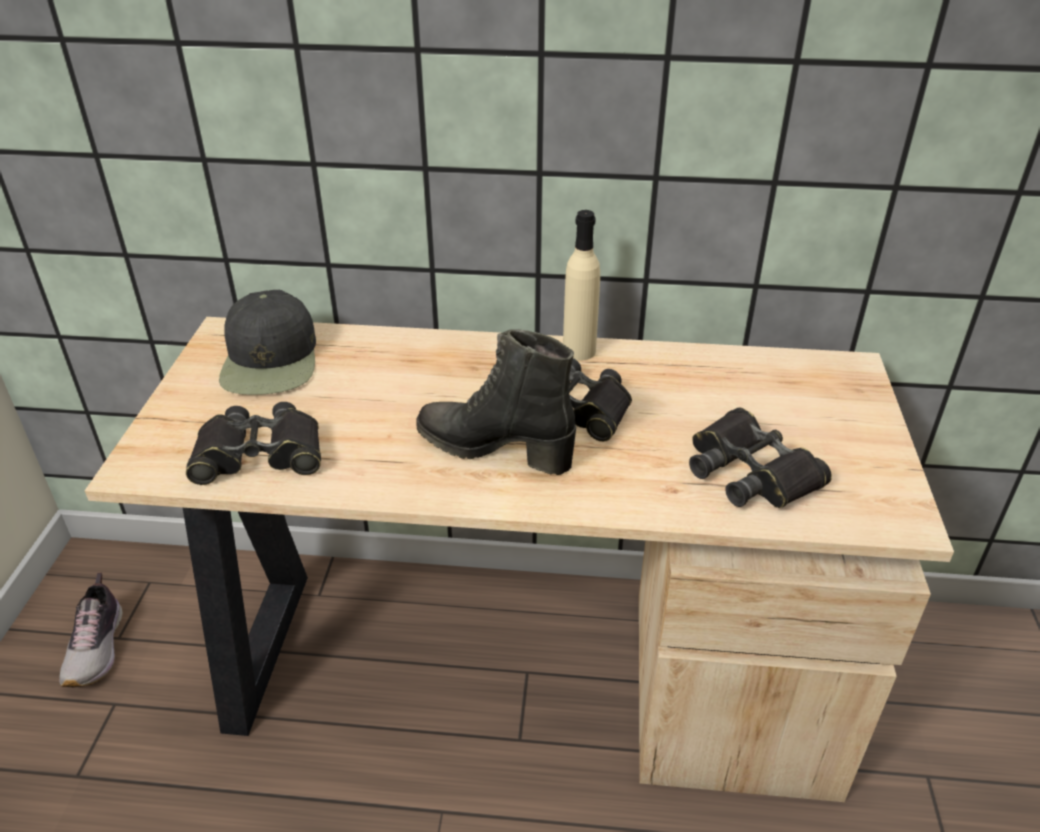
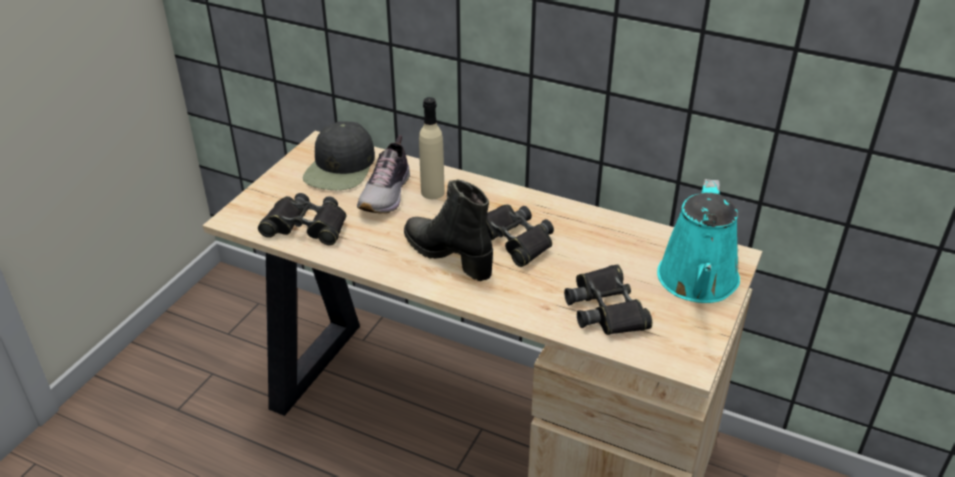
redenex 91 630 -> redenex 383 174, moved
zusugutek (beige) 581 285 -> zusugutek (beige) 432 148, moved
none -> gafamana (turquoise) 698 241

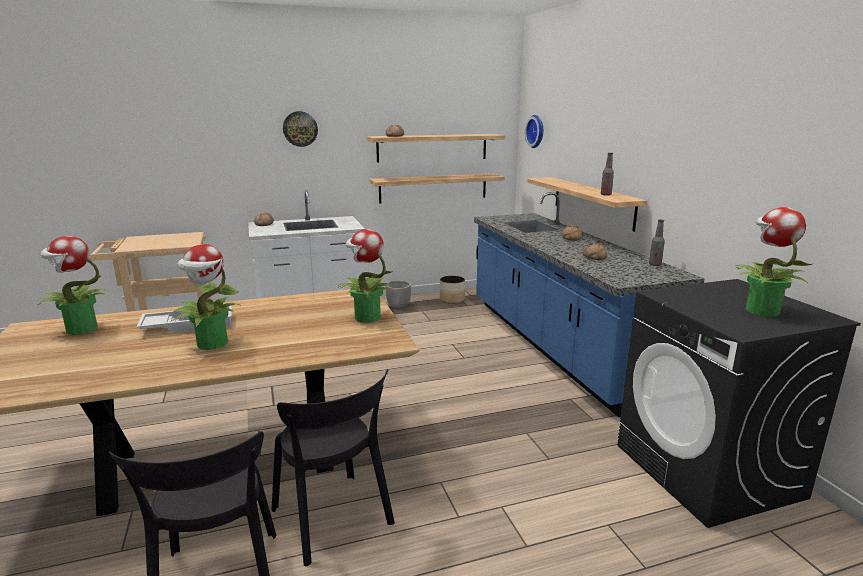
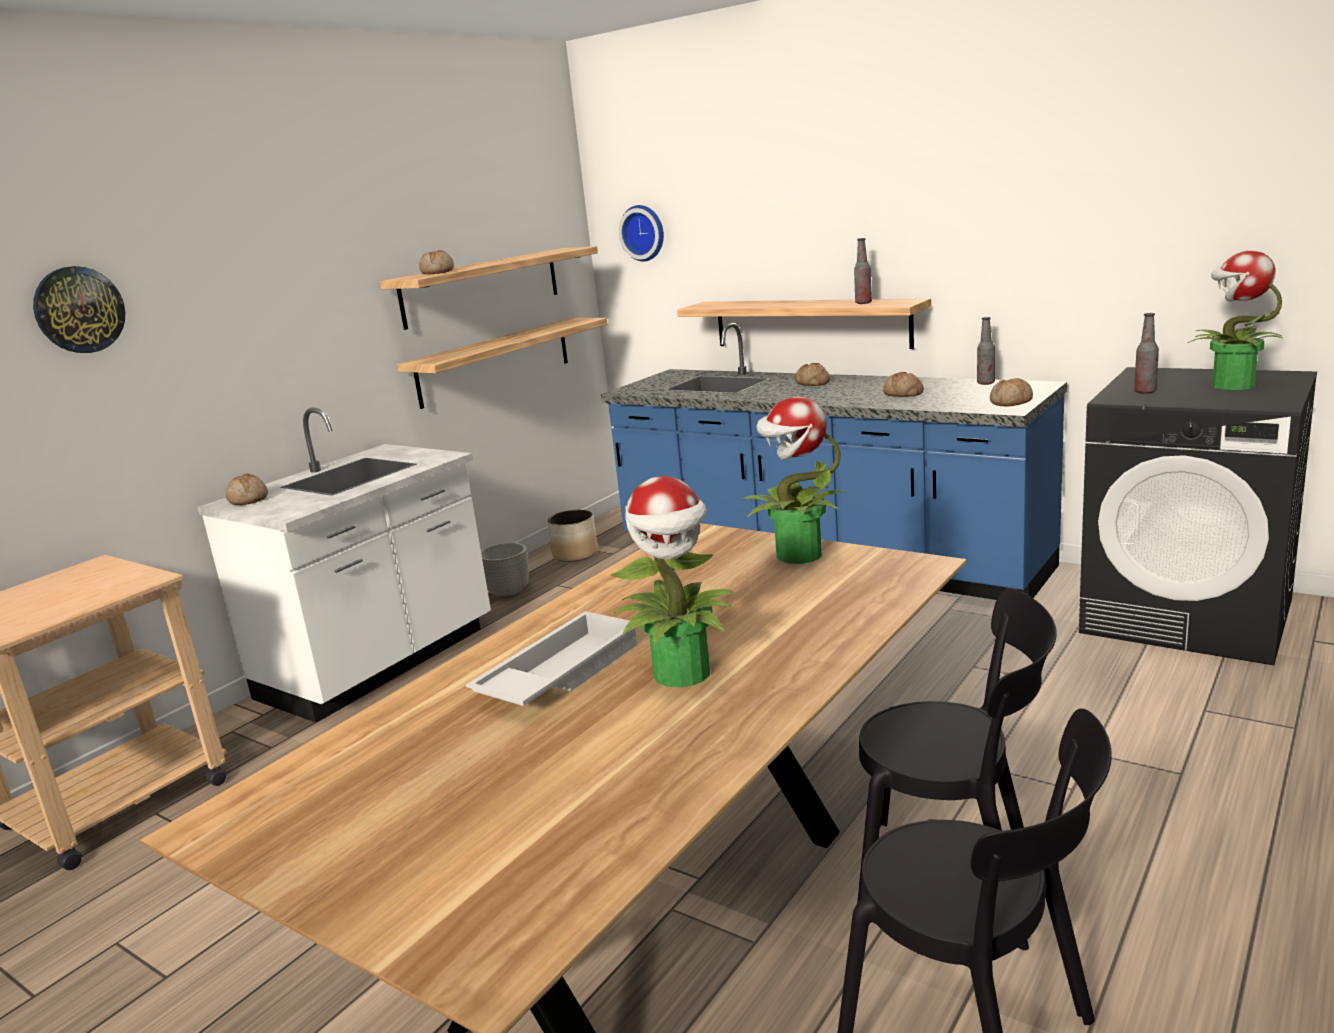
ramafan 300 129 -> ramafan 79 309, moved
none -> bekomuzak 1011 392
none -> zusugutek 1146 353
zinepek 73 285 -> none

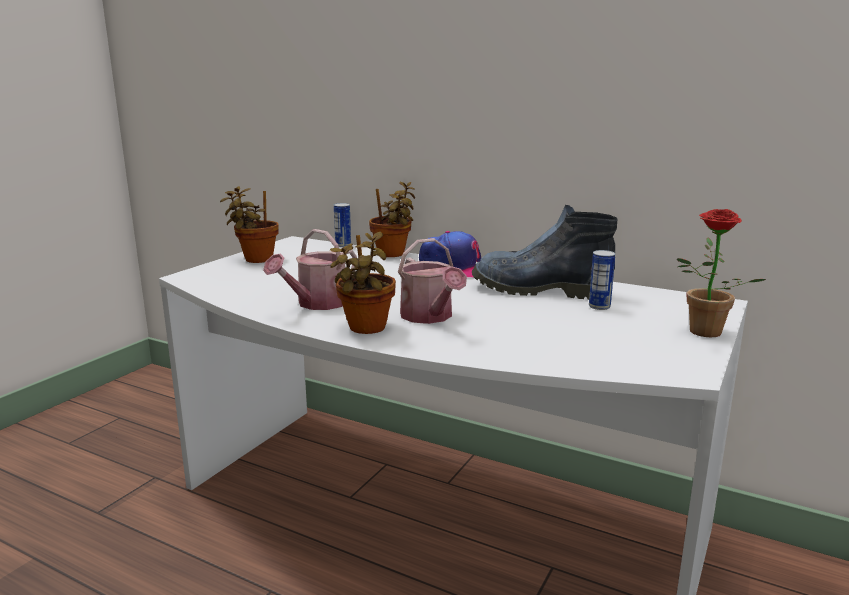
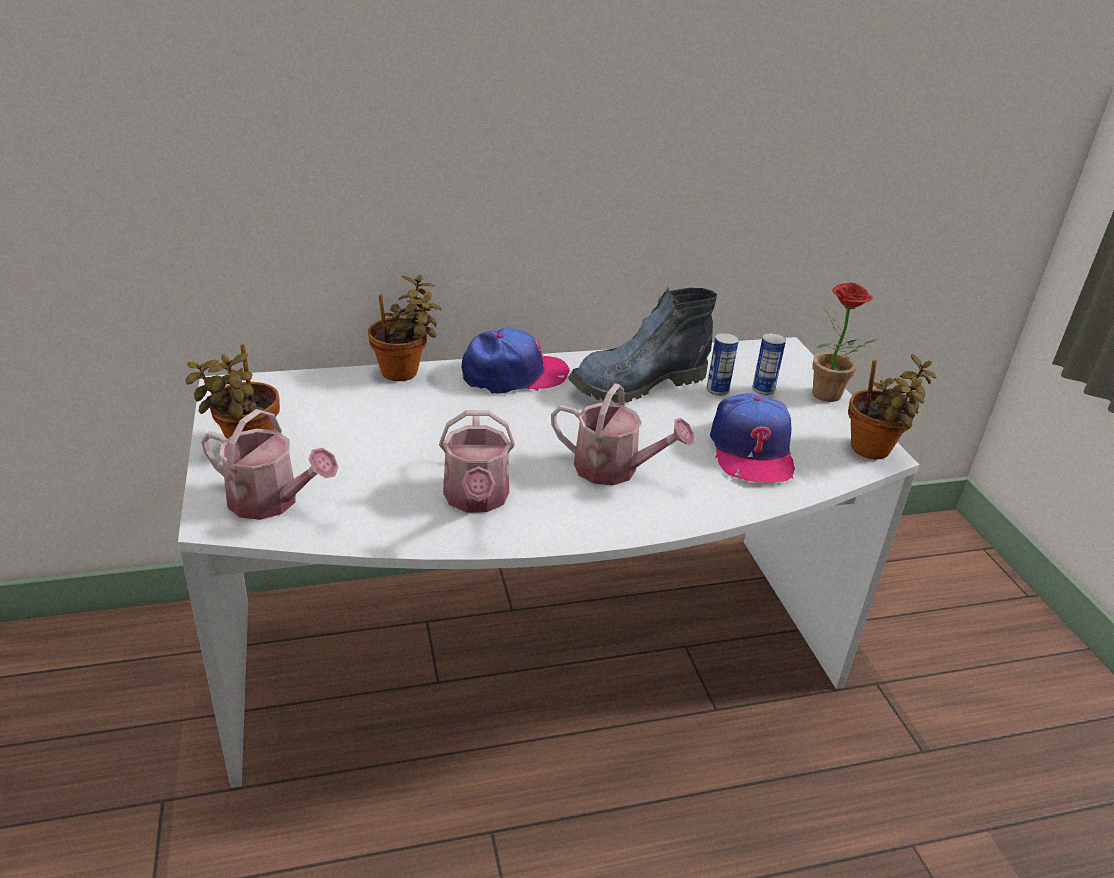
none -> gafamana 269 464
none -> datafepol 752 438
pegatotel 342 225 -> pegatotel 769 364, moved
zinepek 363 283 -> zinepek 892 406, moved

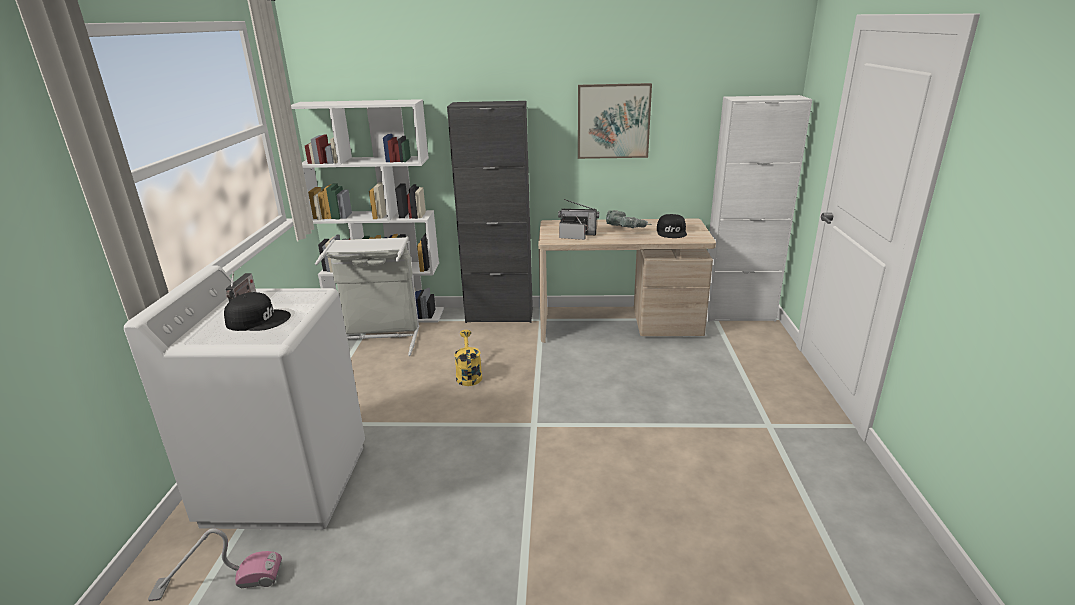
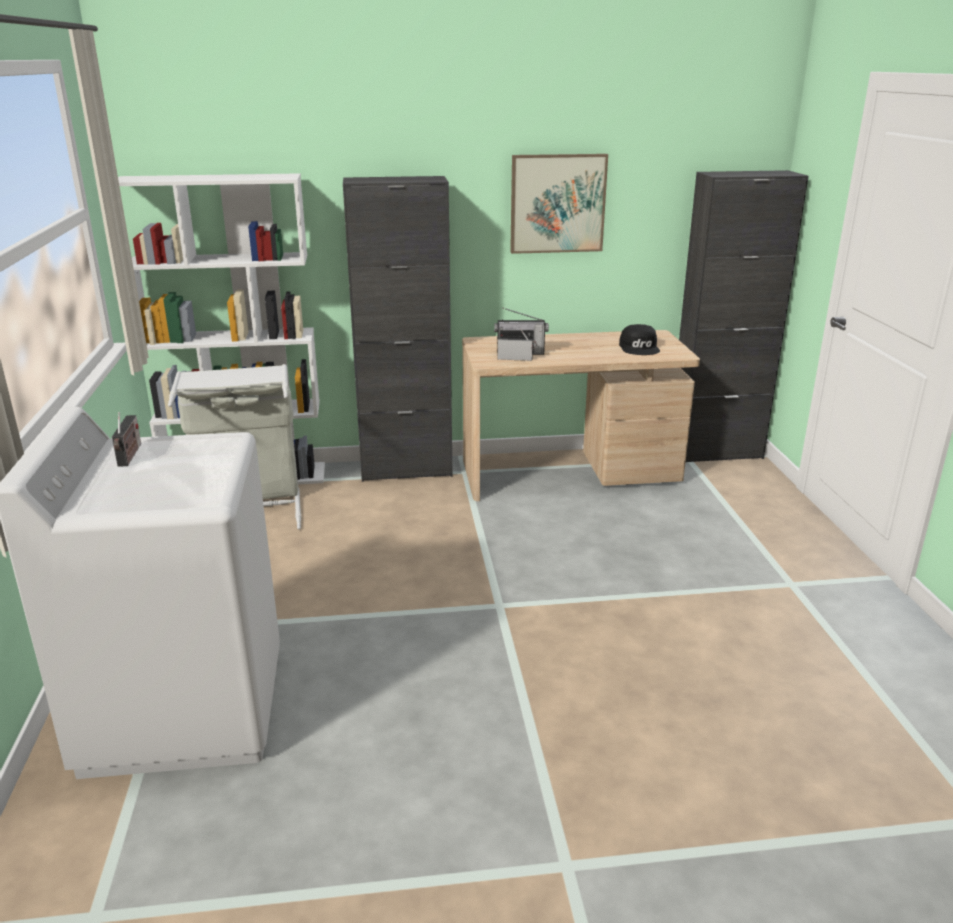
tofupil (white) 759 208 -> tofupil (black) 744 316
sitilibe 215 564 -> none
datafepol (black) 257 311 -> none
gafamana (yellow) 468 358 -> none
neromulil 629 219 -> none

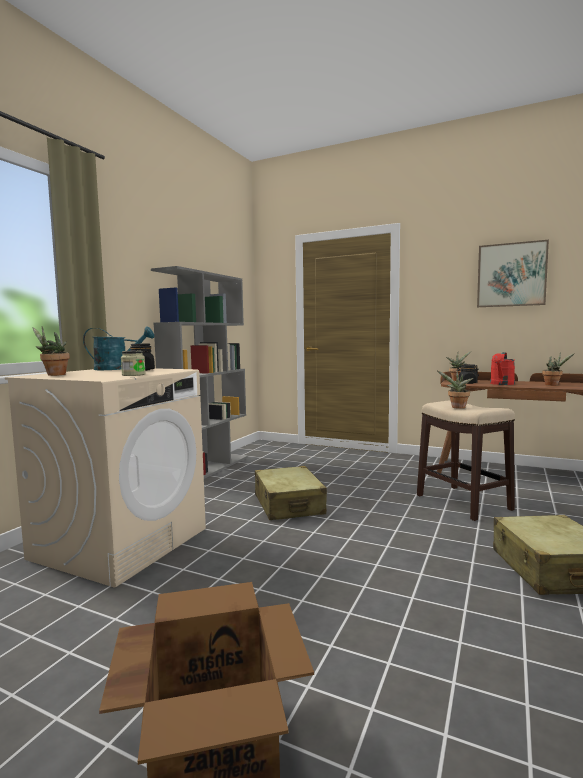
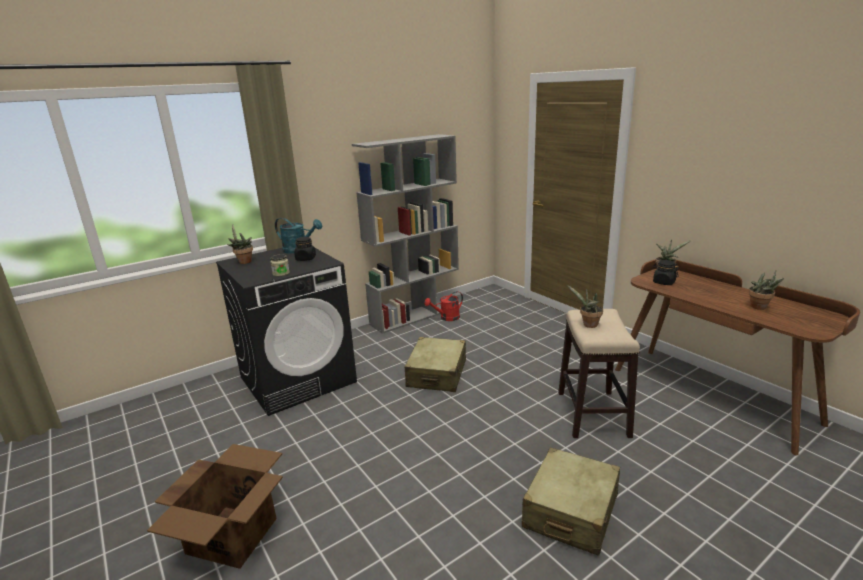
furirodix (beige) 105 478 -> furirodix (black) 286 332
gafamana (red) 502 368 -> gafamana (red) 443 306, moved
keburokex 513 273 -> none

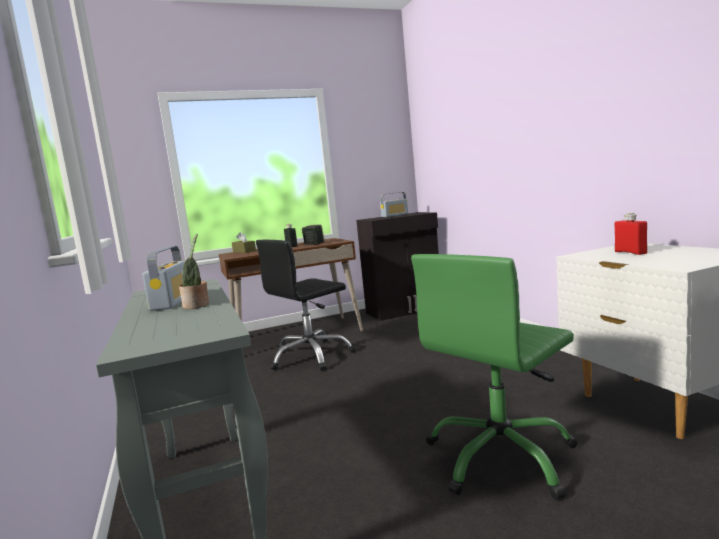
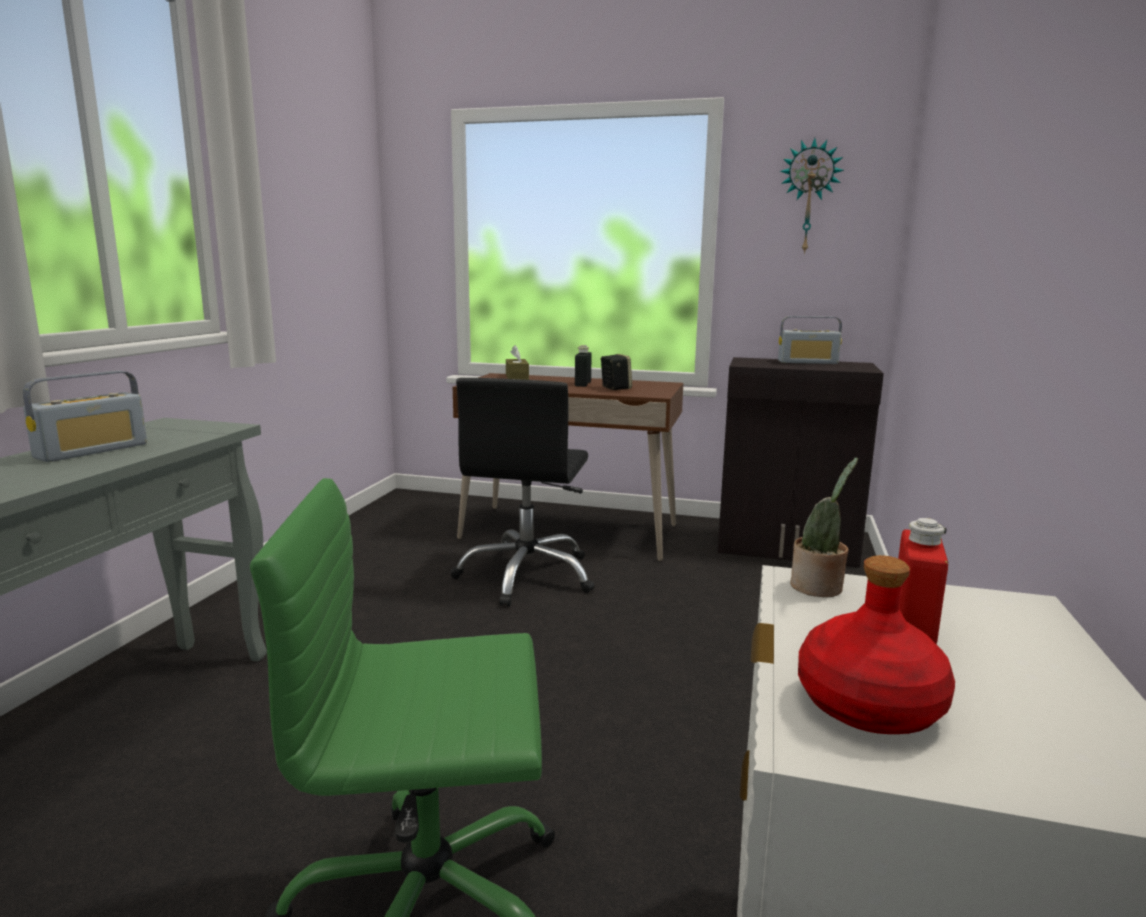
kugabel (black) 306 305 -> kugabel (black) 522 492, 75 degrees counterclockwise
none -> ramafan 812 196
zinepek 194 271 -> zinepek 824 527, moved
none -> zusugutek (red) 876 644

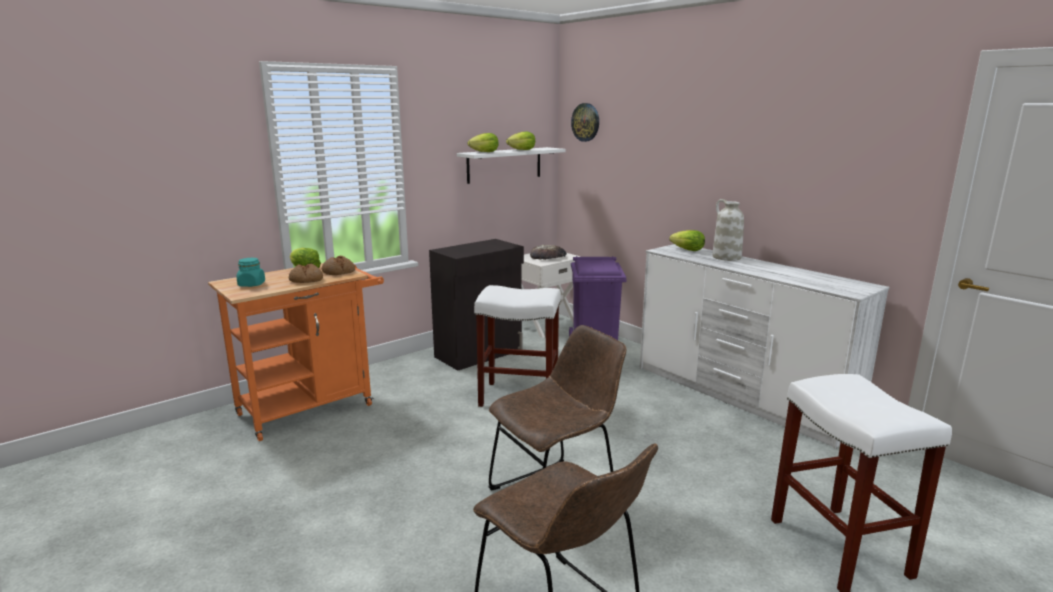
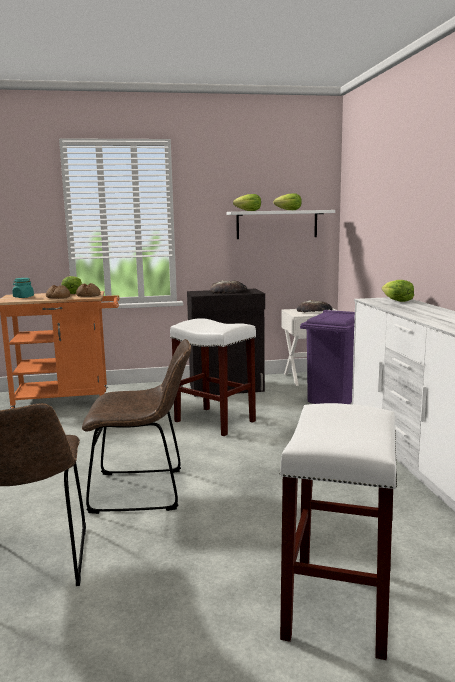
none -> bekomuzak 228 287
ramafan 585 122 -> none
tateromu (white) 728 230 -> none

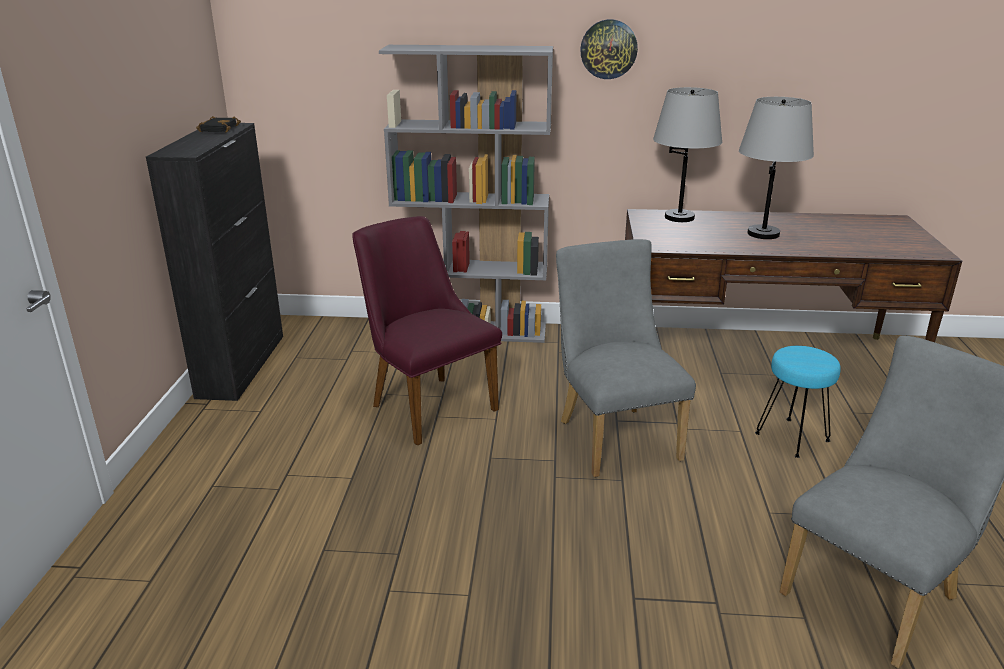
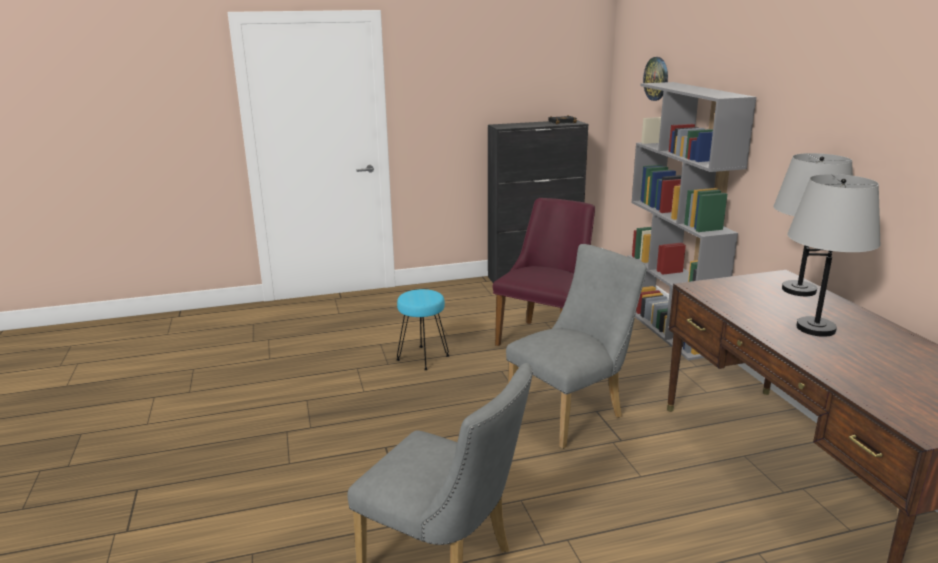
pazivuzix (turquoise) 798 402 -> pazivuzix (turquoise) 423 329, moved
ramafan 609 49 -> ramafan 655 79, moved

